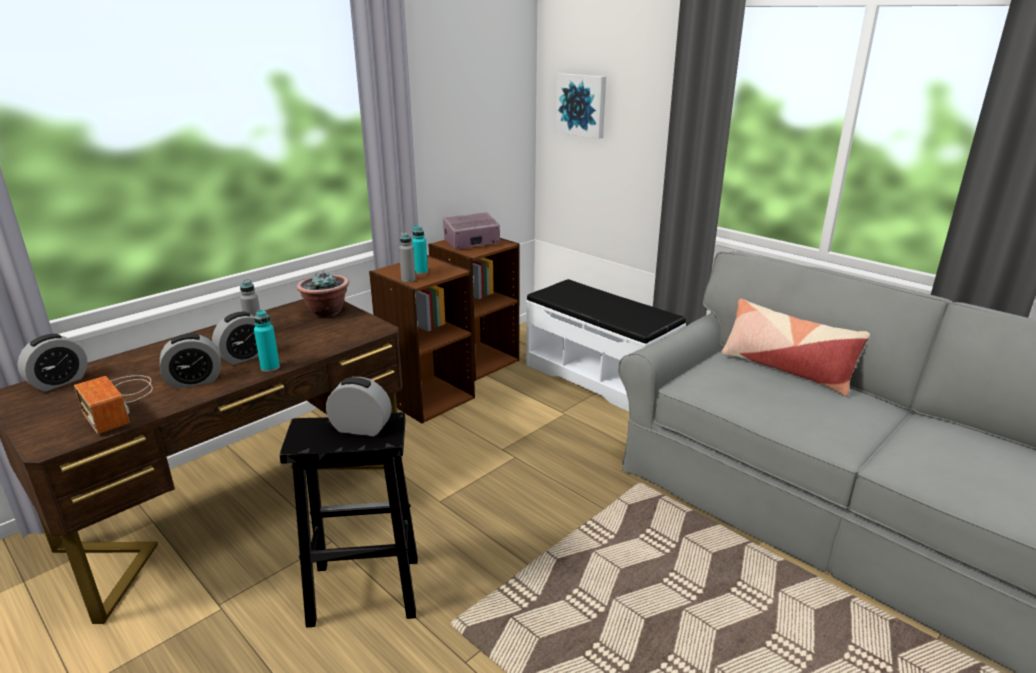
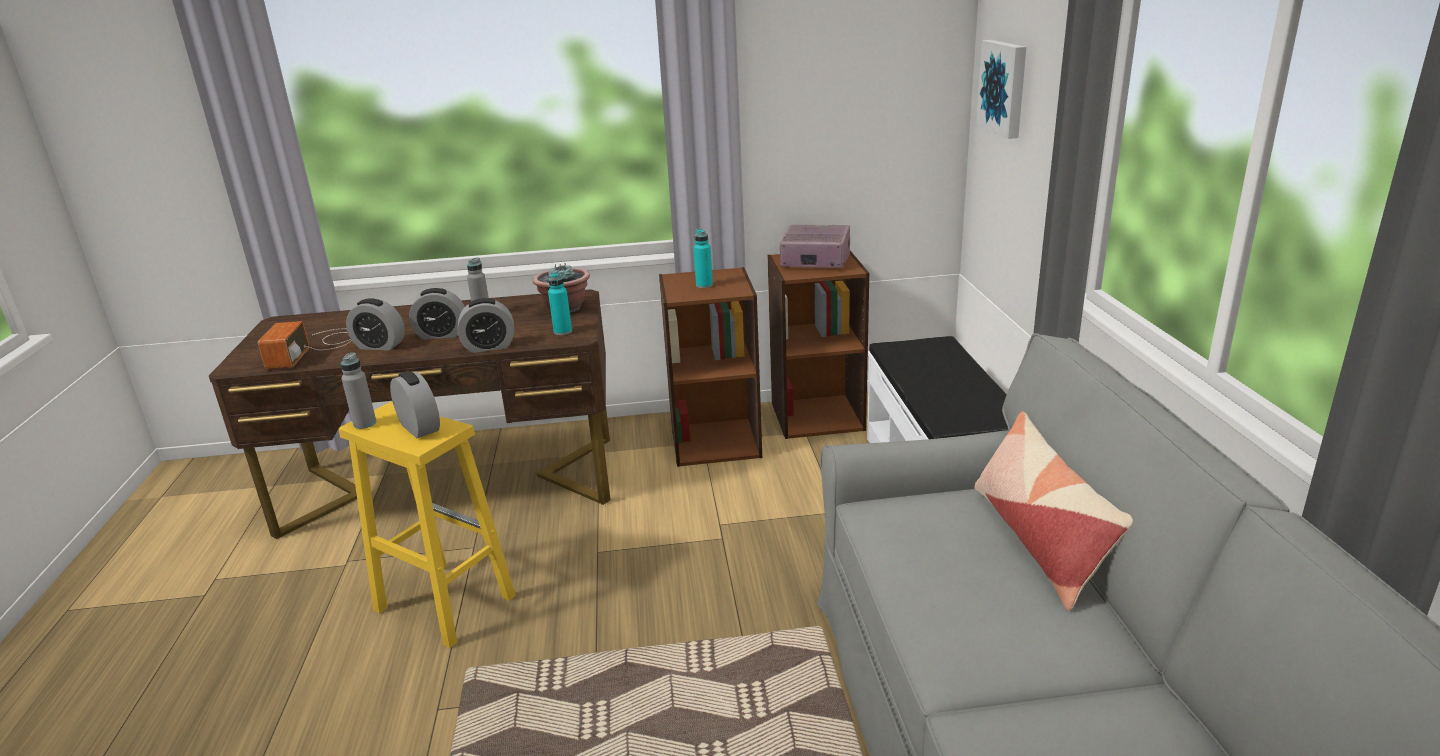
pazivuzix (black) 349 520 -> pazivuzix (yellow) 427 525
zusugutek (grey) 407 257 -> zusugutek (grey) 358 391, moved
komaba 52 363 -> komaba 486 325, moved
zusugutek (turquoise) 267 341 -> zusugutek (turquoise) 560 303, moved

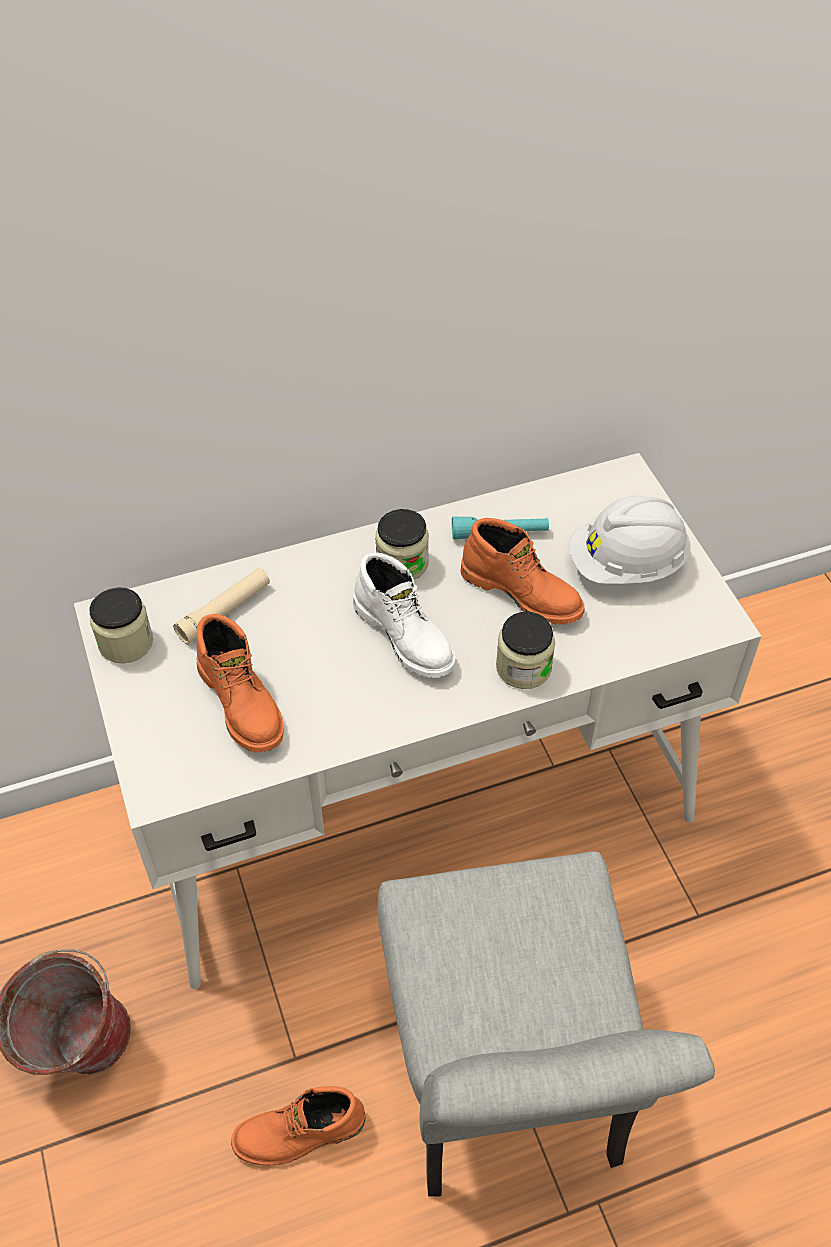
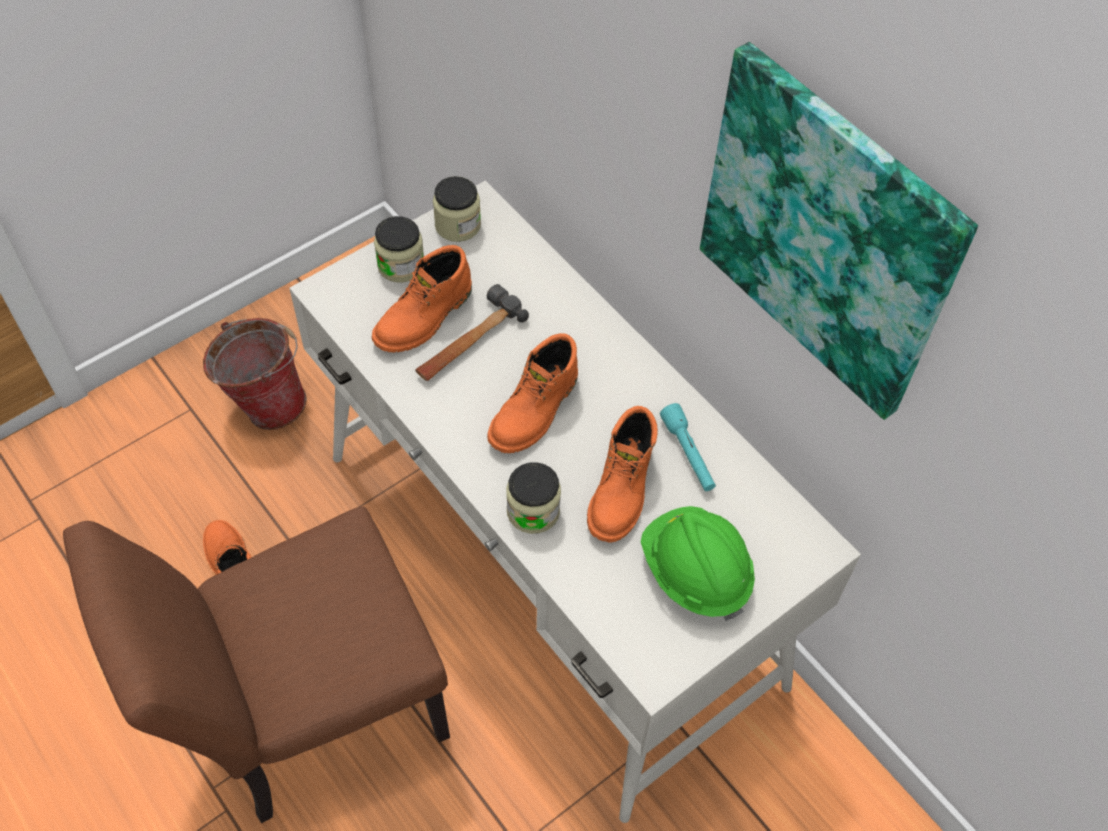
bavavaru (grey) 546 1024 -> bavavaru (brown) 256 665
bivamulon 402 544 -> bivamulon 399 249, moved
none -> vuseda 472 332
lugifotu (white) 404 615 -> lugifotu (orange) 532 393
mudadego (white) 630 540 -> mudadego (green) 698 563
none -> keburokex 839 231
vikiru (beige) 222 606 -> none

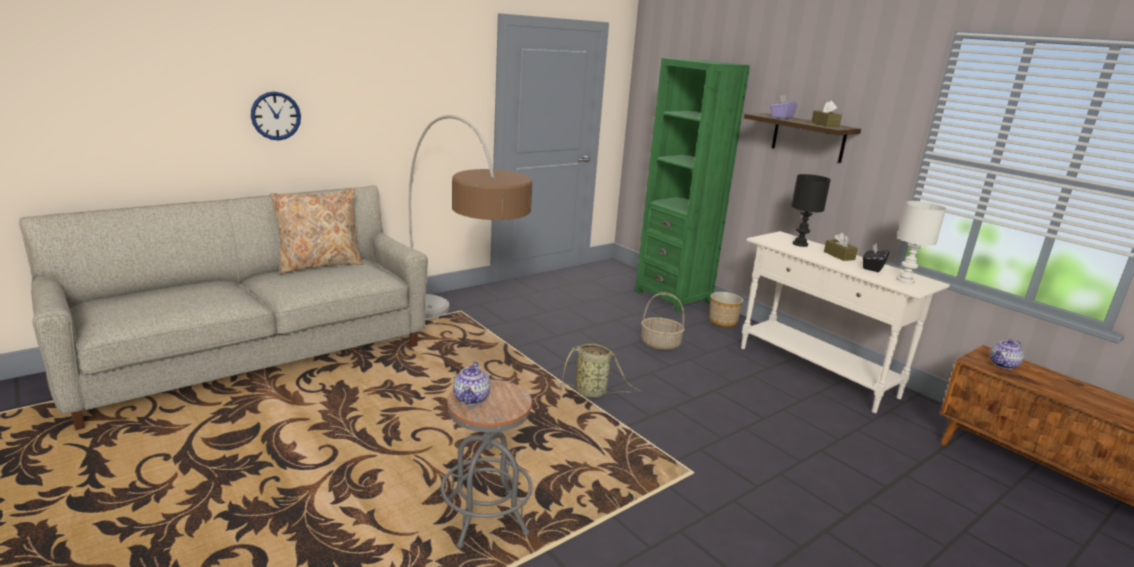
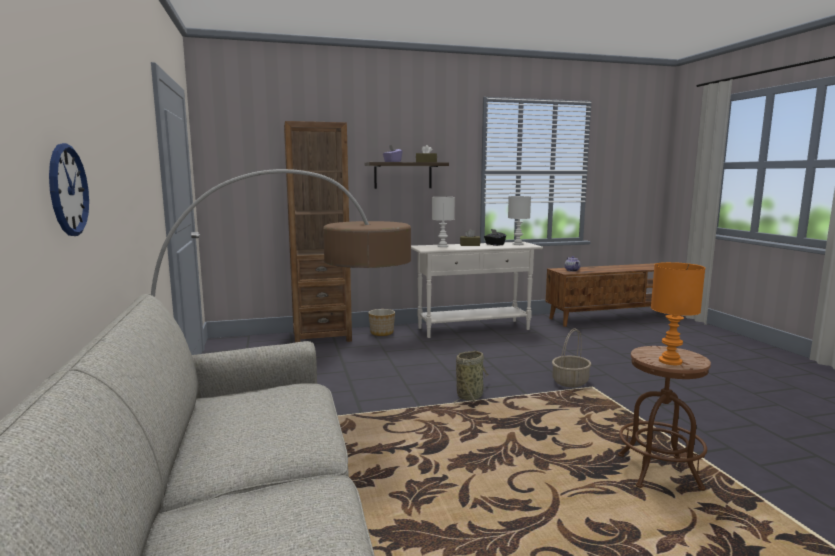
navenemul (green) 692 185 -> navenemul (brown) 318 231
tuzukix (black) 811 210 -> tuzukix (white) 443 222
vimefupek 662 321 -> vimefupek 571 357, moved
pazivuzix (grey) 486 463 -> pazivuzix (brown) 664 418
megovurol 472 383 -> tuzukix (orange) 678 313
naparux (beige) 316 231 -> none

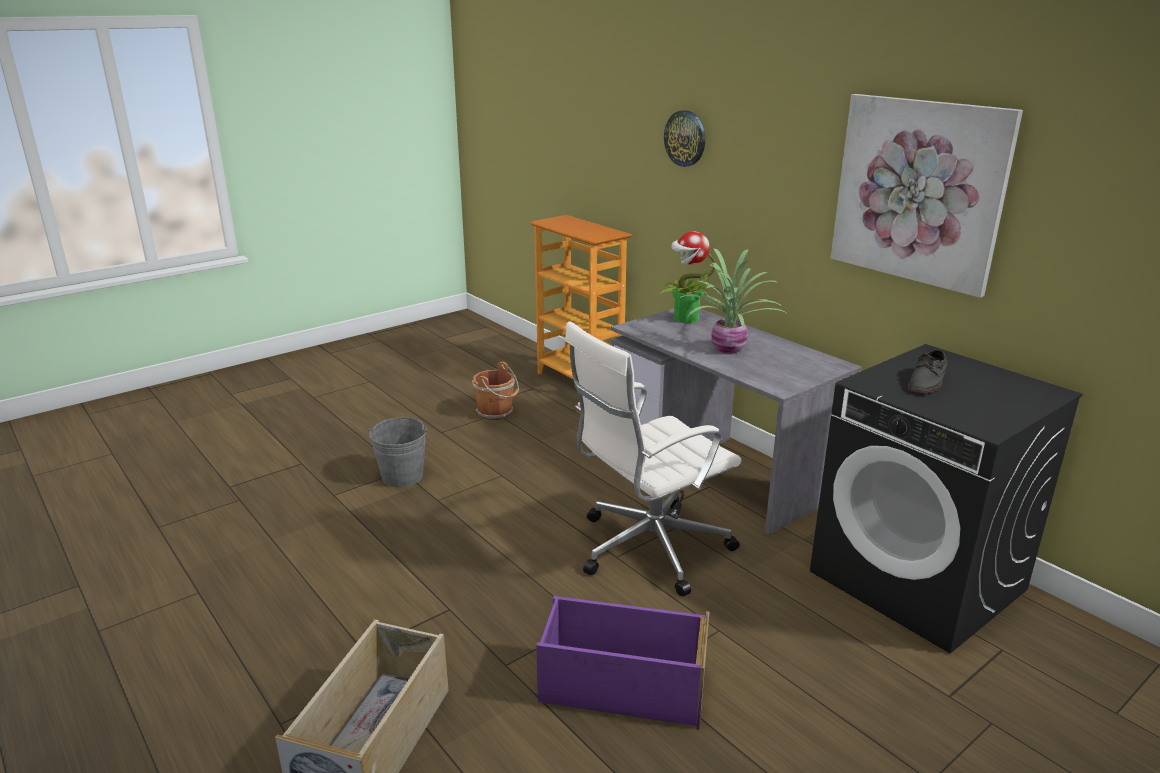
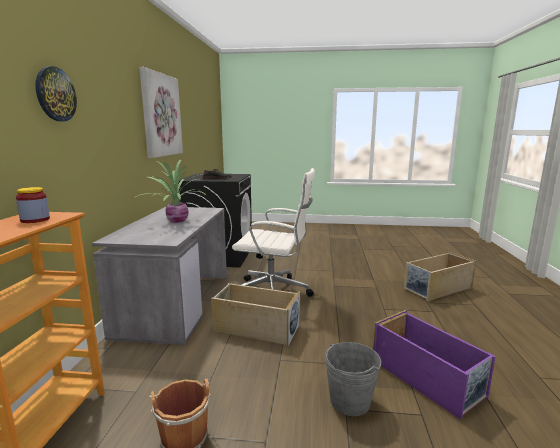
none -> bivamulon 33 205
none -> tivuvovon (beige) 255 315
tivuvovon (purple) 622 663 -> tivuvovon (purple) 434 365, moved
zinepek 687 277 -> none

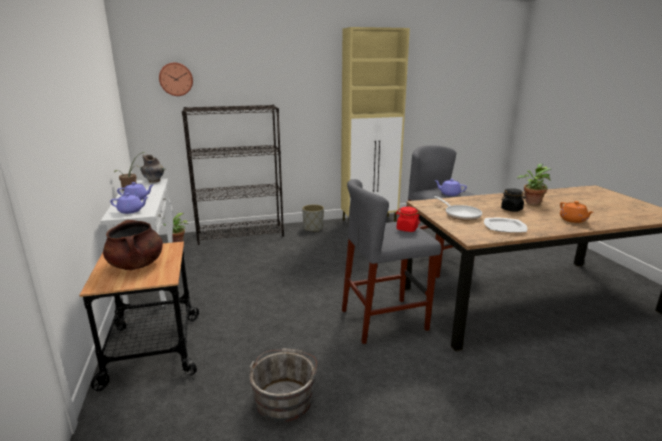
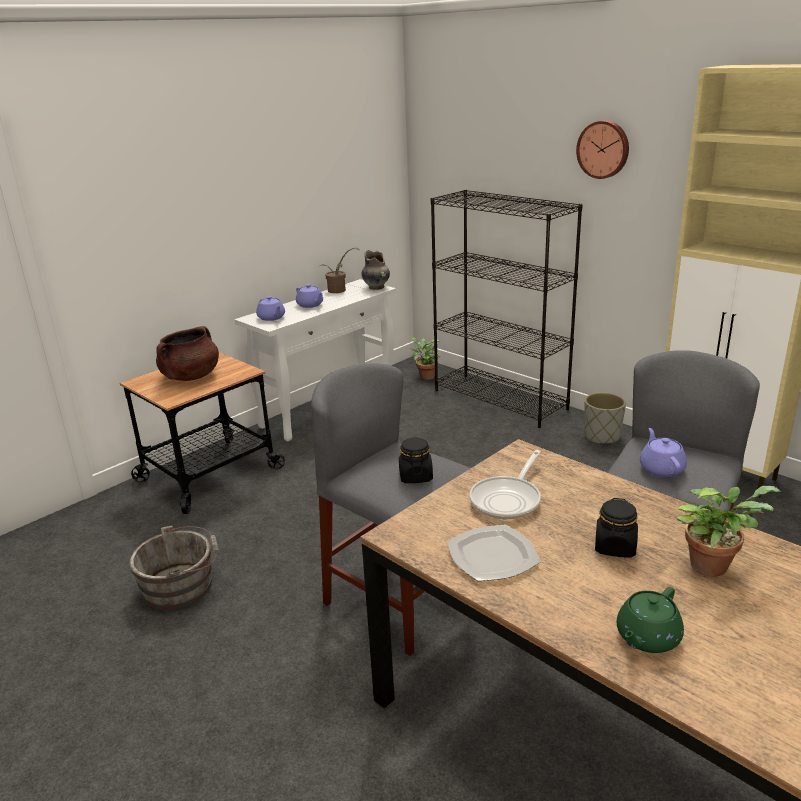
bivamulon (red) 408 219 -> bivamulon (black) 416 460
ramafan 176 79 -> ramafan 602 149, moved
megovurol (orange) 577 212 -> megovurol (green) 650 620

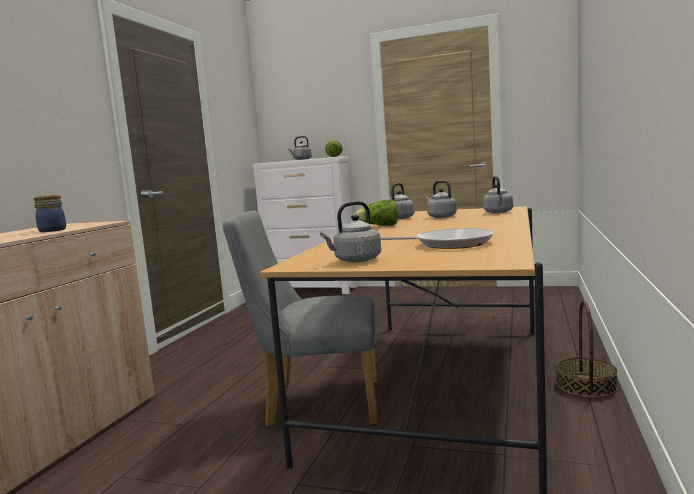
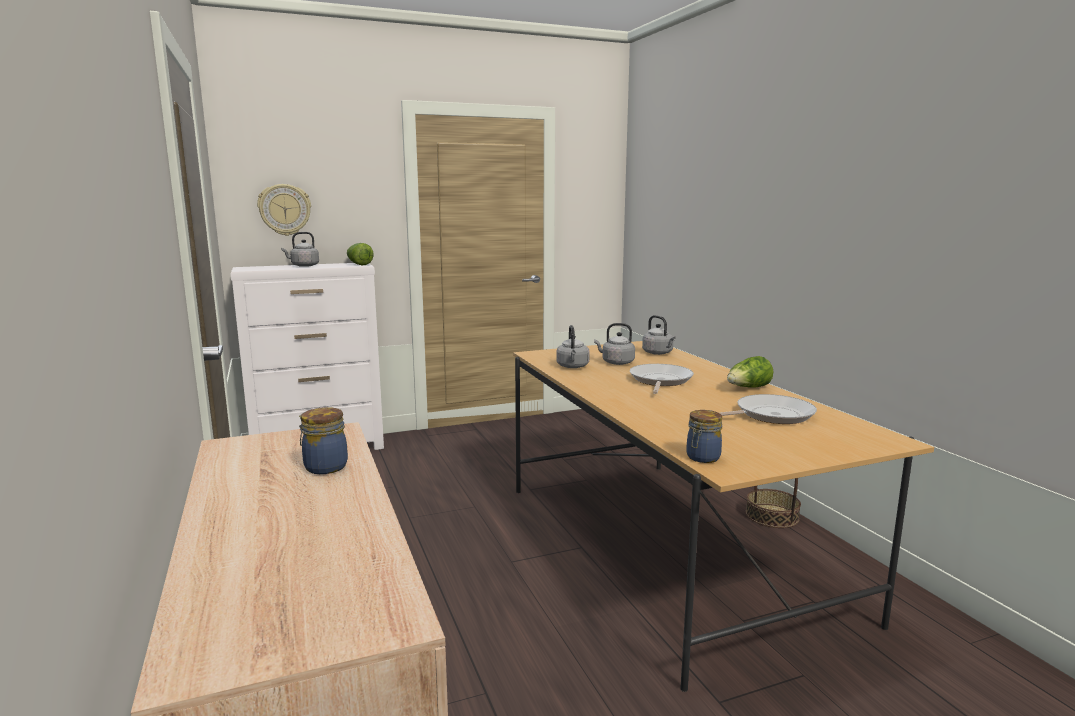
none -> ramafan 284 210
none -> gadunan 662 379
none -> bivamulon 704 436
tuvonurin 376 212 -> tuvonurin 750 371, moved
bavavaru (grey) 300 319 -> none
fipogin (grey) 350 232 -> none

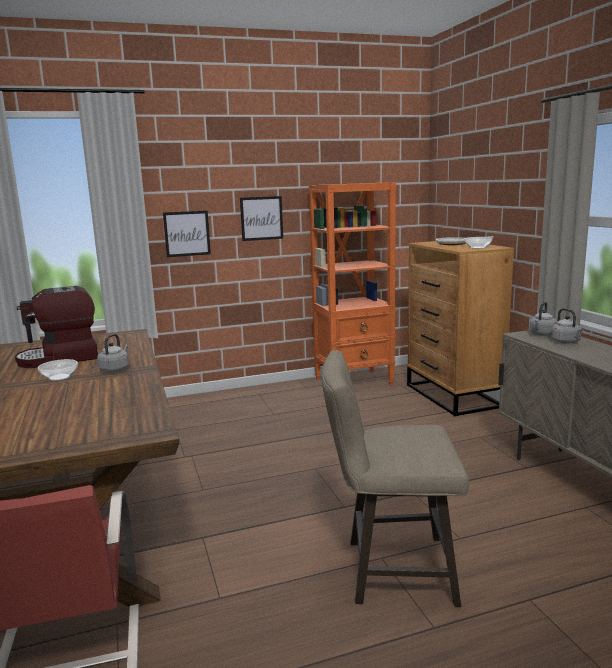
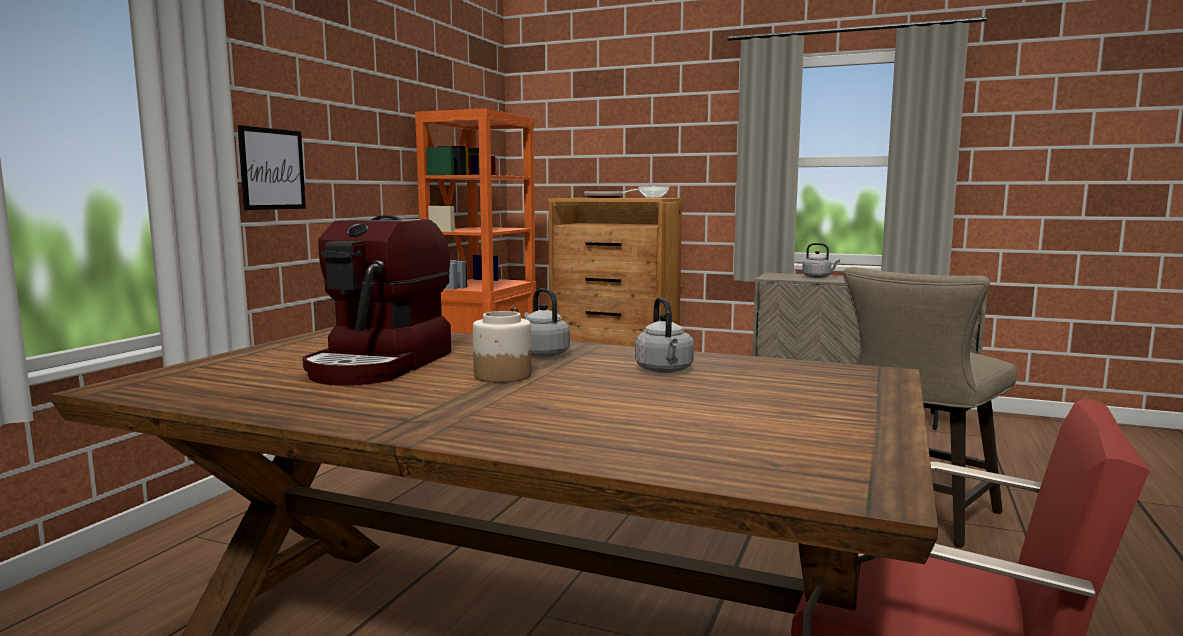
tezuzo 58 370 -> bivamulon 502 346
fipogin (grey) 543 319 -> fipogin (grey) 664 335, moved
keburokex 261 218 -> none

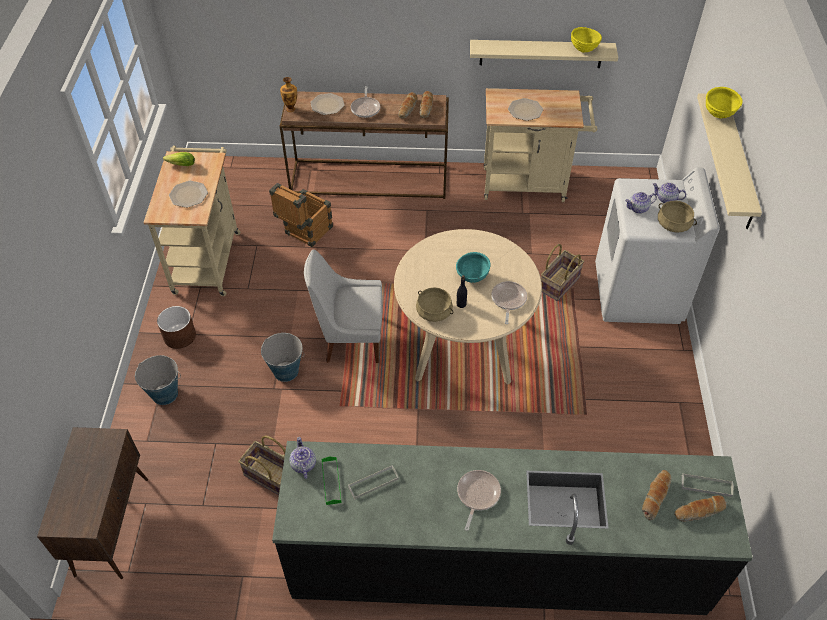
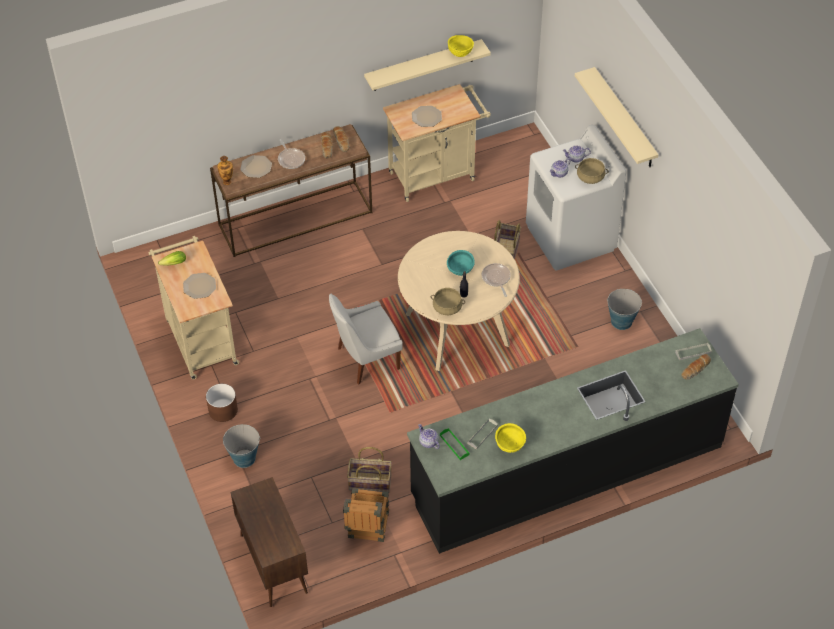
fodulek 301 215 -> fodulek 366 515, moved
tezuzo (yellow) 724 102 -> tezuzo (yellow) 510 438, moved
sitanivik 282 357 -> sitanivik 625 309, moved
gadunan 479 500 -> none
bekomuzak 656 495 -> none

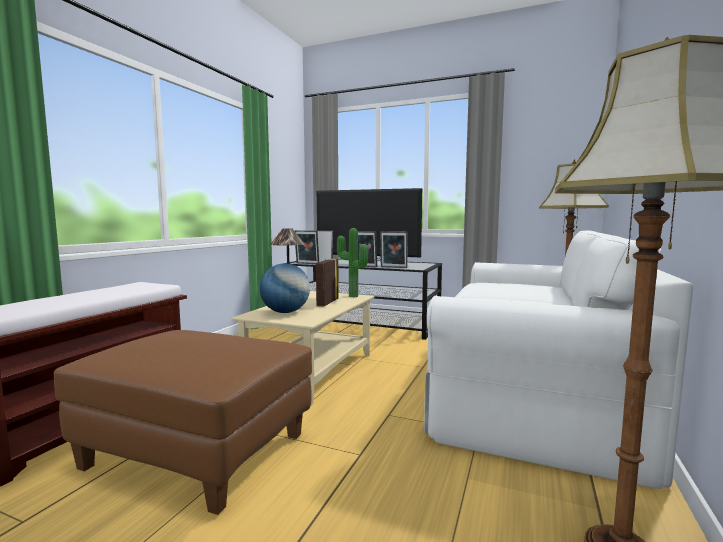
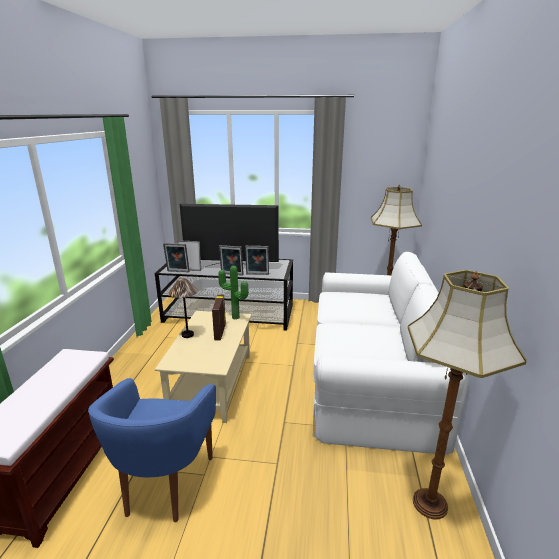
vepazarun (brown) 183 422 -> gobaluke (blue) 152 450
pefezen 285 288 -> none

